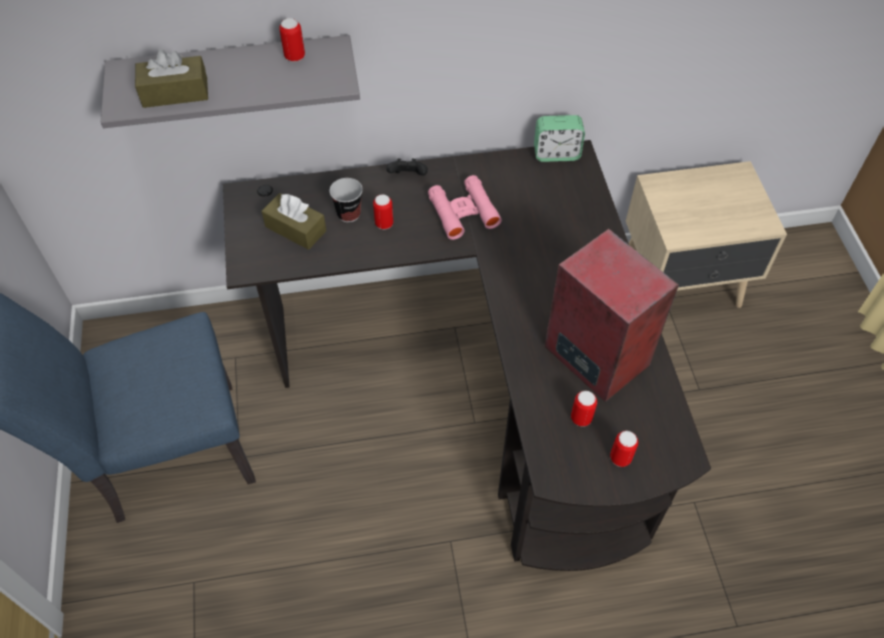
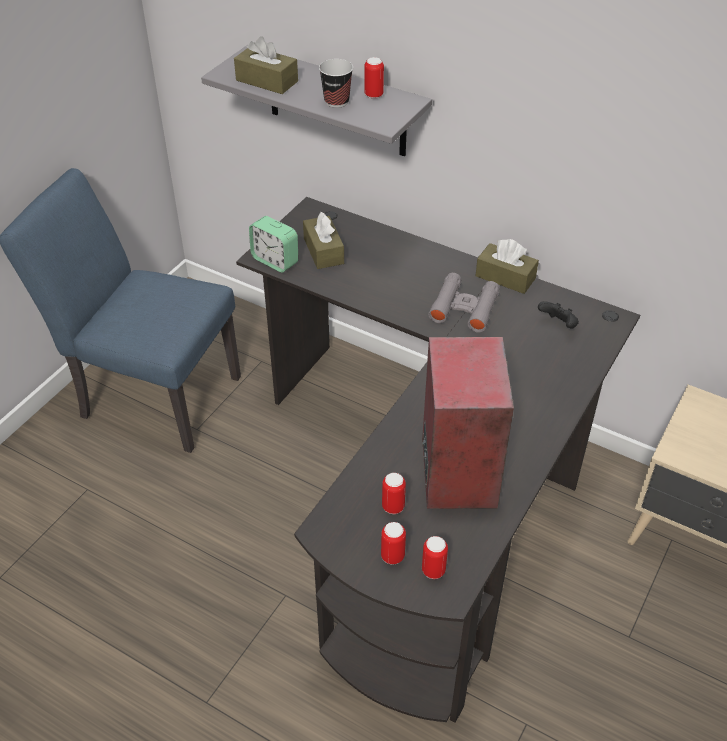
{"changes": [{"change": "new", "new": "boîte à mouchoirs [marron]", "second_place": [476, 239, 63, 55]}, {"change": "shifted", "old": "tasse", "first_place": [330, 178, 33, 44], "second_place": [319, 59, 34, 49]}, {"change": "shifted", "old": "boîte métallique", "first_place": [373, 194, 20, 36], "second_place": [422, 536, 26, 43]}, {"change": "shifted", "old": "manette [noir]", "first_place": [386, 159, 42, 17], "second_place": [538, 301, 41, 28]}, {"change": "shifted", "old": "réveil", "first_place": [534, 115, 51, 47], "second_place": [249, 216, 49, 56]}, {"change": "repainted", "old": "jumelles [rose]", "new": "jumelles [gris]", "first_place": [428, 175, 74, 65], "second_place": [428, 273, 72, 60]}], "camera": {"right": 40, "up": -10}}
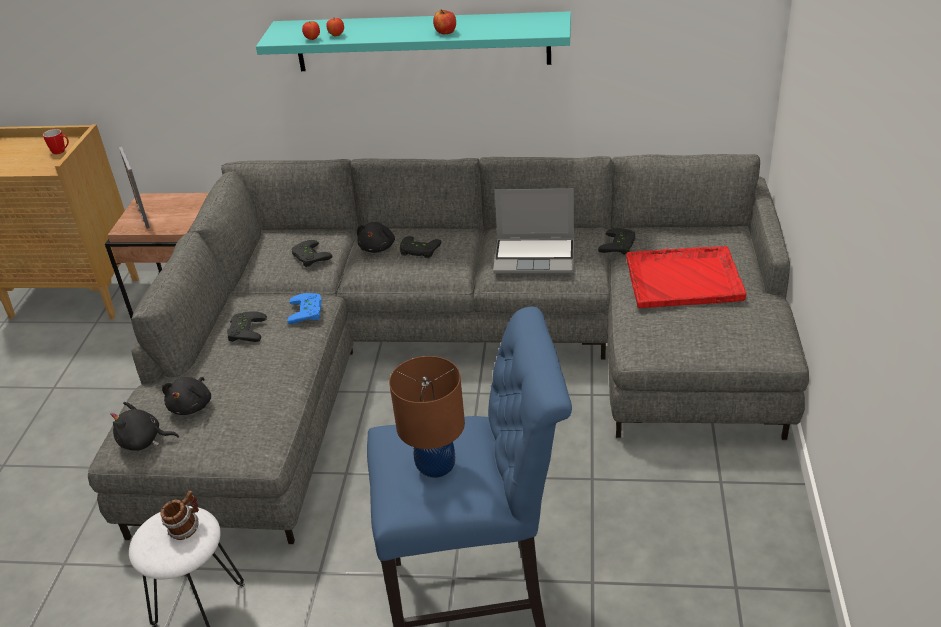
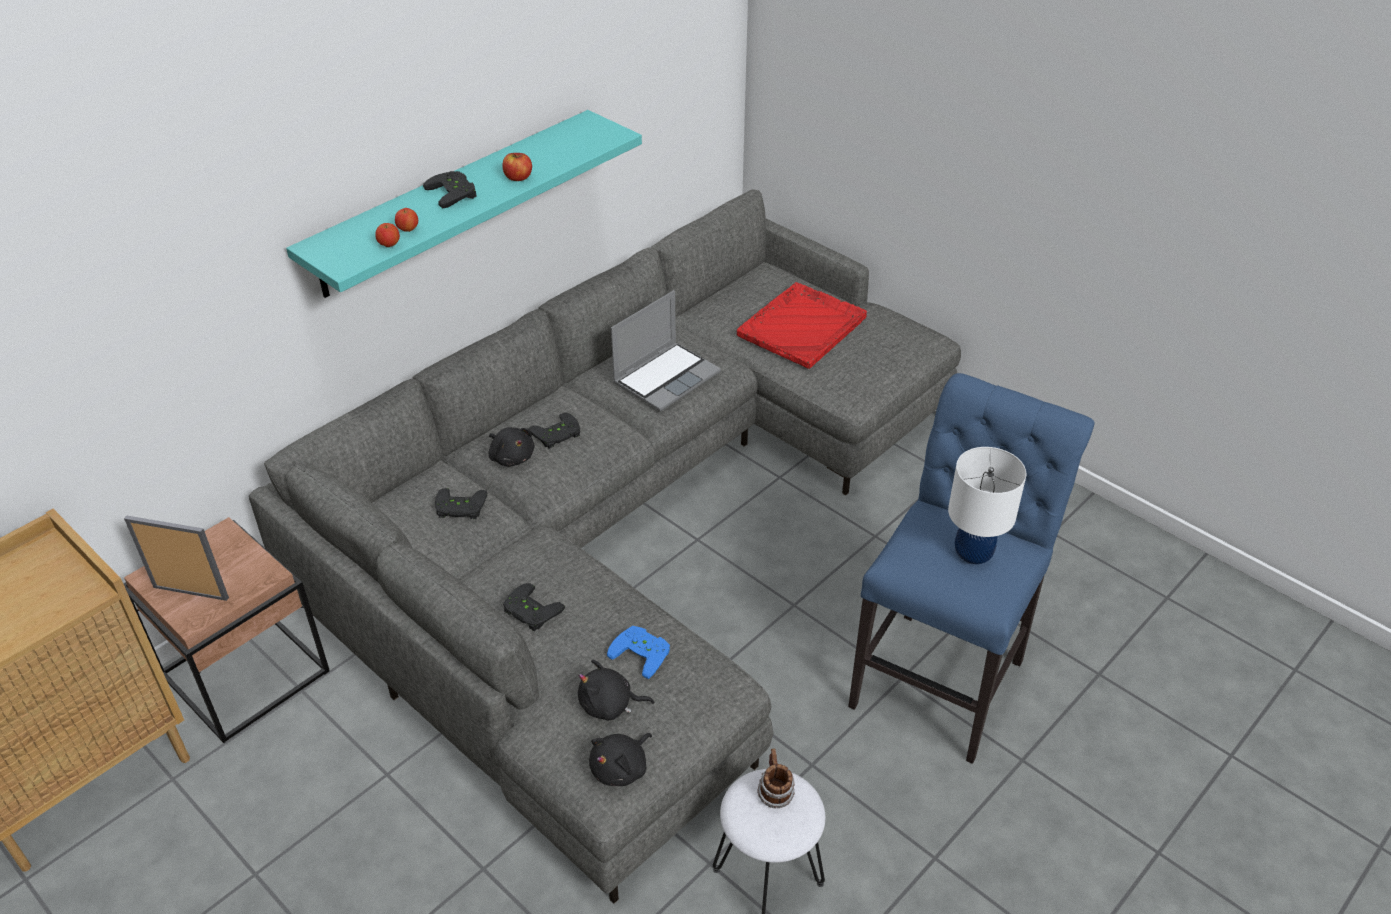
{"changes": [{"change": "gone", "old": "mug", "first_place": [43, 129, 26, 25]}, {"change": "shifted", "old": "manette [bleu]", "first_place": [287, 293, 35, 31], "second_place": [607, 626, 63, 53]}, {"change": "shifted", "old": "manette [noir]", "first_place": [598, 228, 37, 27], "second_place": [423, 171, 53, 37]}, {"change": "repainted", "old": "lampe de table [marron]", "new": "lampe de table [blanc]", "first_place": [389, 356, 76, 122], "second_place": [948, 447, 78, 117]}, {"change": "rotated", "old": "peluche [noir]", "first_place": [162, 377, 49, 38], "second_place": [578, 660, 76, 60], "degrees": 135}], "camera": {"right": -55, "up": 5}}
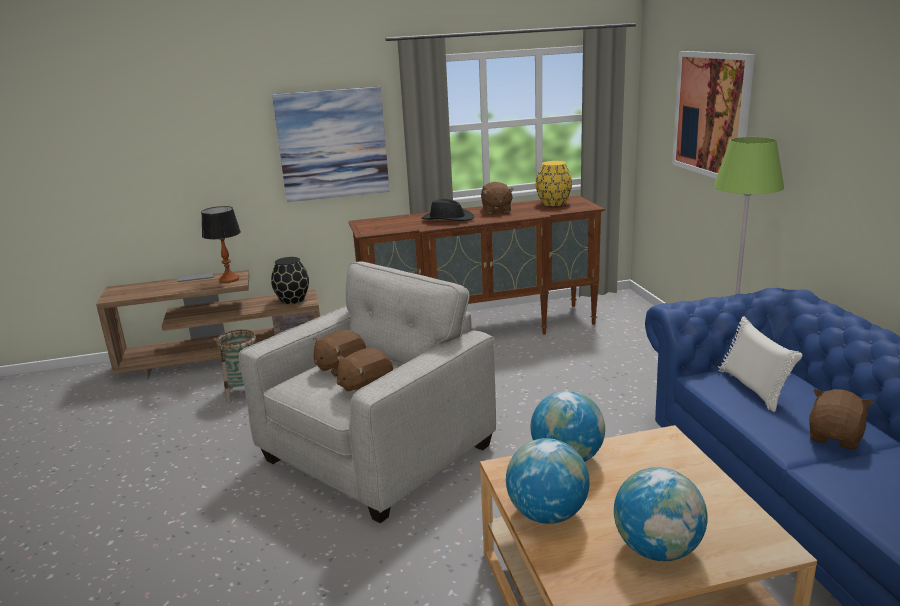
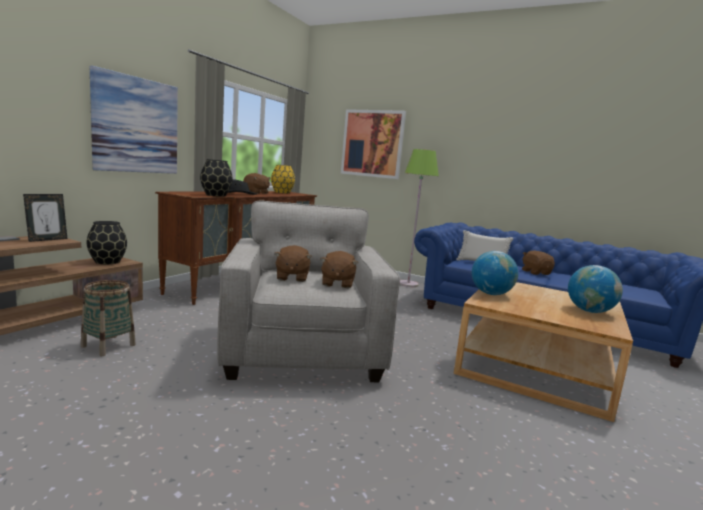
{"changes": [{"change": "gone", "old": "globe", "first_place": [506, 438, 84, 86]}, {"change": "new", "new": "vase [noir]", "second_place": [200, 159, 33, 38]}, {"change": "swapped", "old": "lampe de table", "new": "cadre photo", "first_place": [201, 206, 40, 77], "second_place": [23, 194, 44, 48]}], "camera": {"right": -50, "up": -10}}
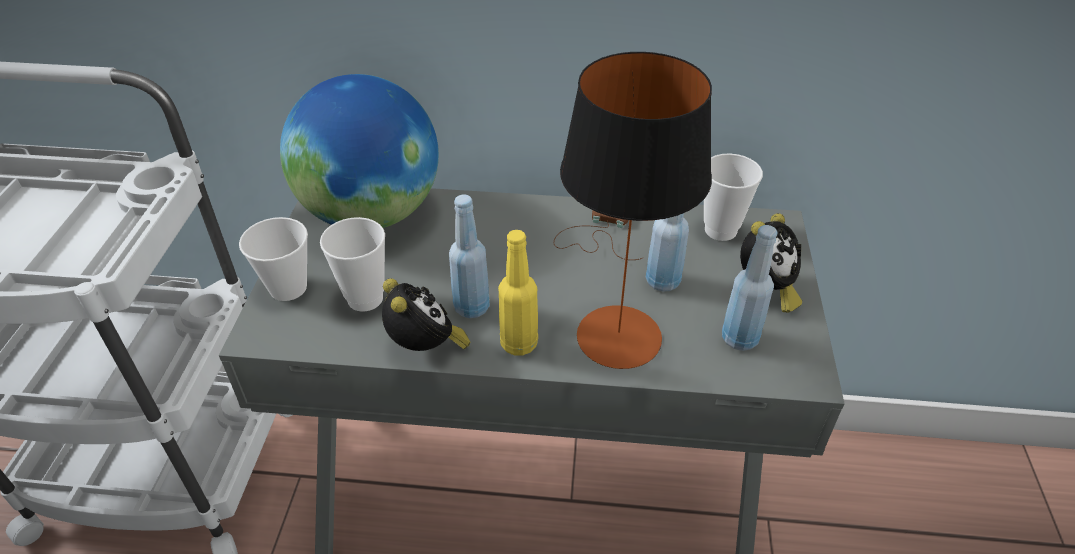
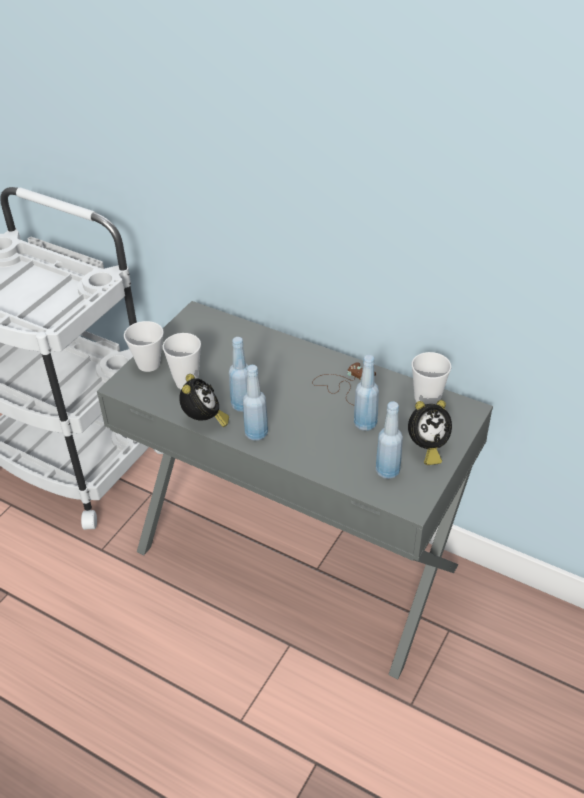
{"changes": [{"change": "gone", "old": "globe", "first_place": [280, 74, 159, 154]}, {"change": "gone", "old": "lampe de table", "first_place": [560, 52, 152, 317]}, {"change": "repainted", "old": "bouteille [jaune]", "new": "bouteille [bleu]", "first_place": [498, 230, 40, 126], "second_place": [243, 365, 25, 76]}], "camera": {"right": 25, "up": 0}}
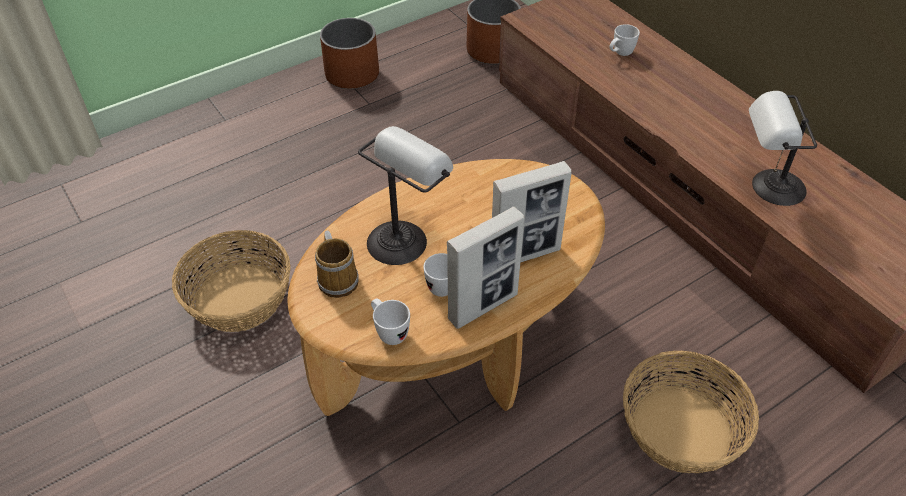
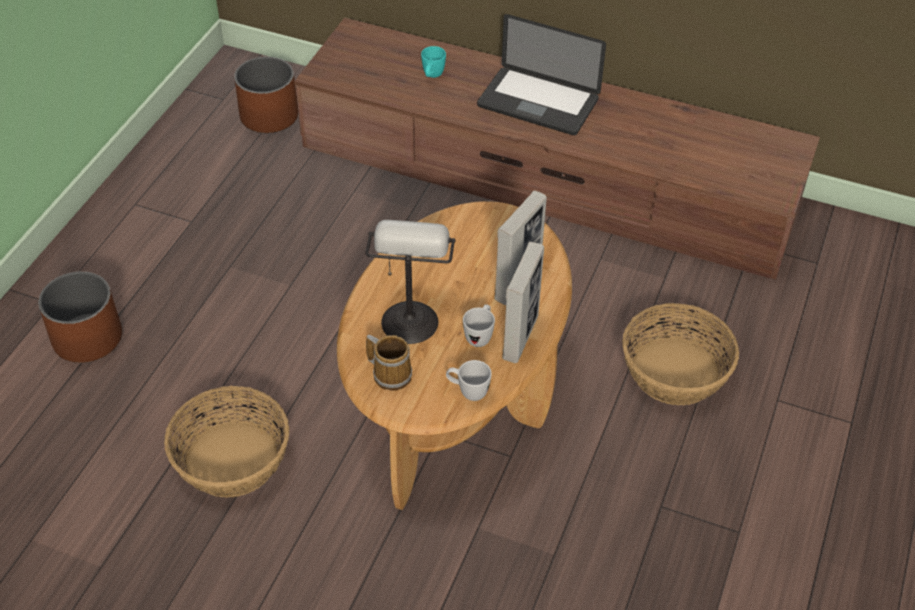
{"changes": [{"change": "gone", "old": "lampe de table", "first_place": [749, 91, 68, 115]}, {"change": "new", "new": "ordinateur portable", "second_place": [477, 14, 129, 121]}, {"change": "shifted", "old": "cache-pot [marron]", "first_place": [320, 18, 59, 71], "second_place": [38, 272, 84, 91]}, {"change": "repainted", "old": "mug [blanc]", "new": "mug [turquoise]", "first_place": [609, 24, 31, 32], "second_place": [421, 46, 25, 32]}], "camera": {"right": -35, "up": 0}}
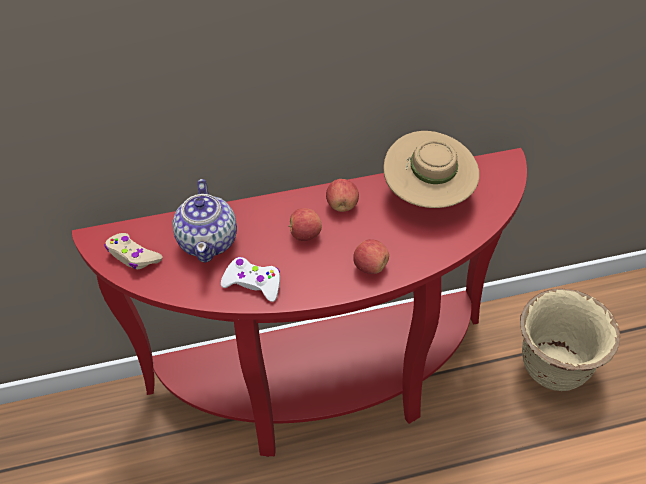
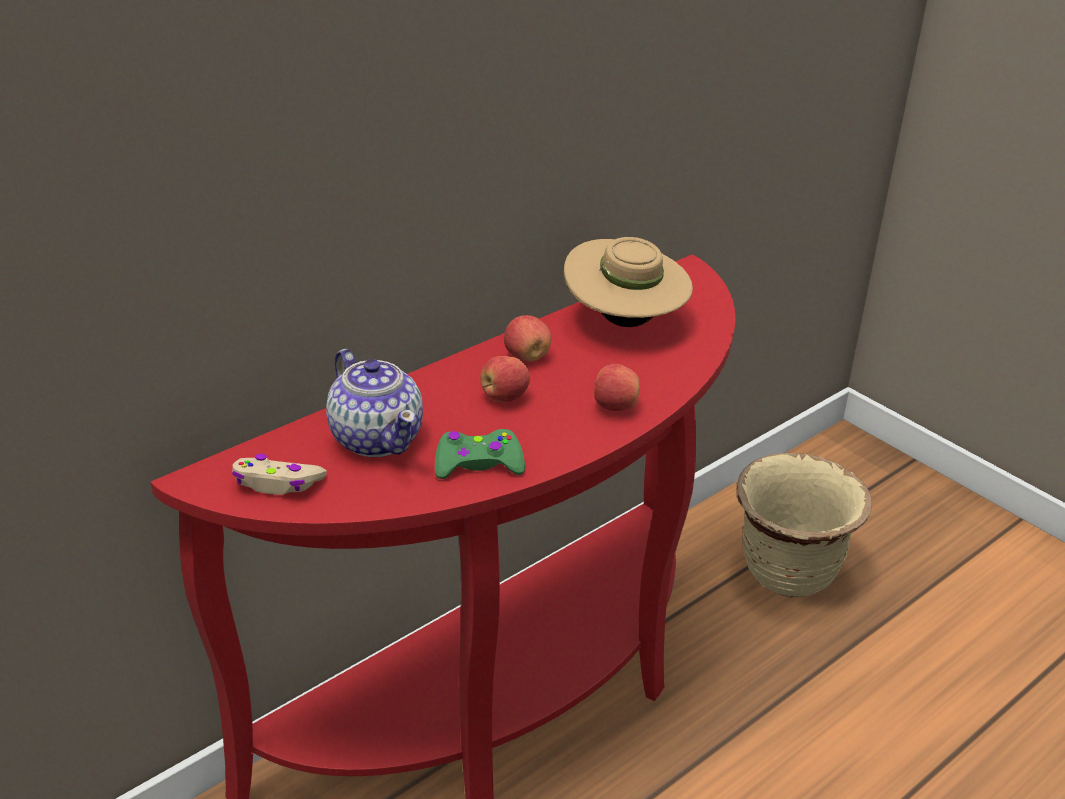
{"changes": [{"change": "repainted", "old": "manette [blanc]", "new": "manette [vert]", "first_place": [221, 257, 59, 45], "second_place": [435, 429, 90, 50]}], "camera": {"right": -30, "up": -15}}
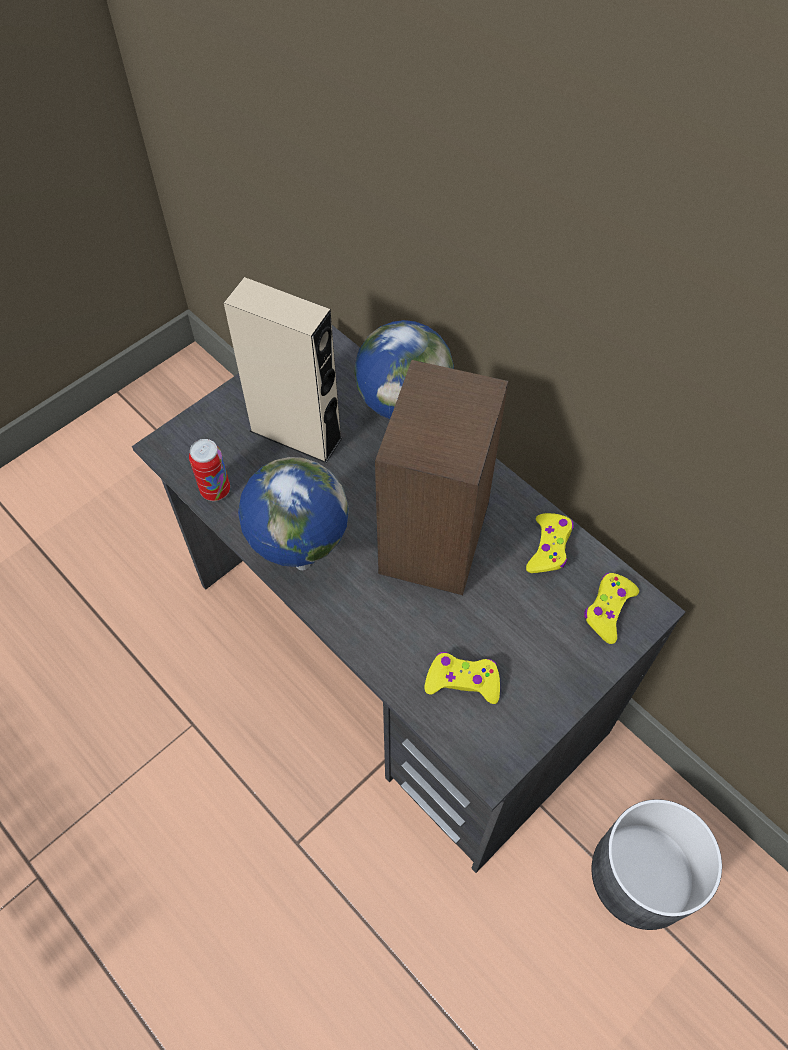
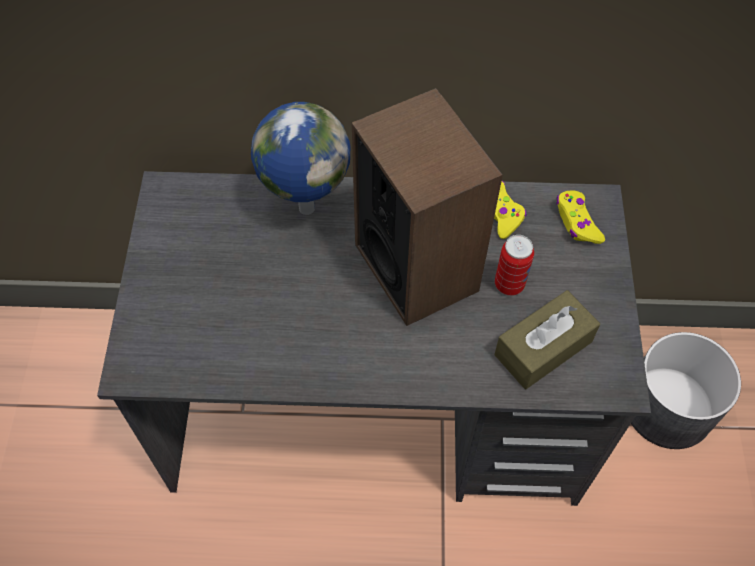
{"changes": [{"change": "gone", "old": "enceinte [beige]", "first_place": [224, 277, 119, 186]}, {"change": "gone", "old": "globe", "first_place": [238, 457, 111, 113]}, {"change": "shifted", "old": "boîte métallique", "first_place": [189, 439, 41, 62], "second_place": [495, 235, 39, 61]}, {"change": "swapped", "old": "manette [jaune]", "new": "boîte à mouchoirs [marron]", "first_place": [425, 652, 75, 52], "second_place": [494, 290, 106, 99]}], "camera": {"right": -45, "up": 0}}
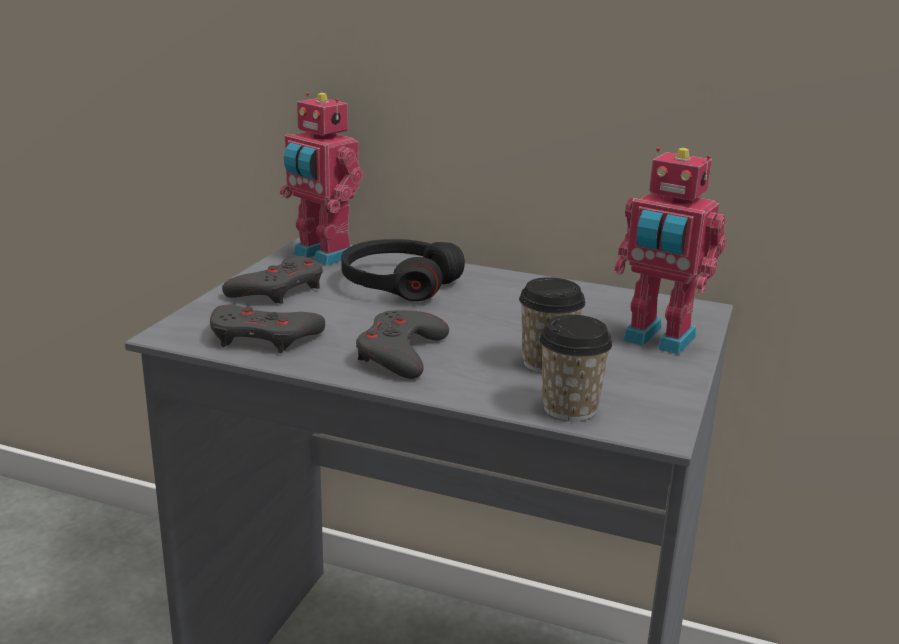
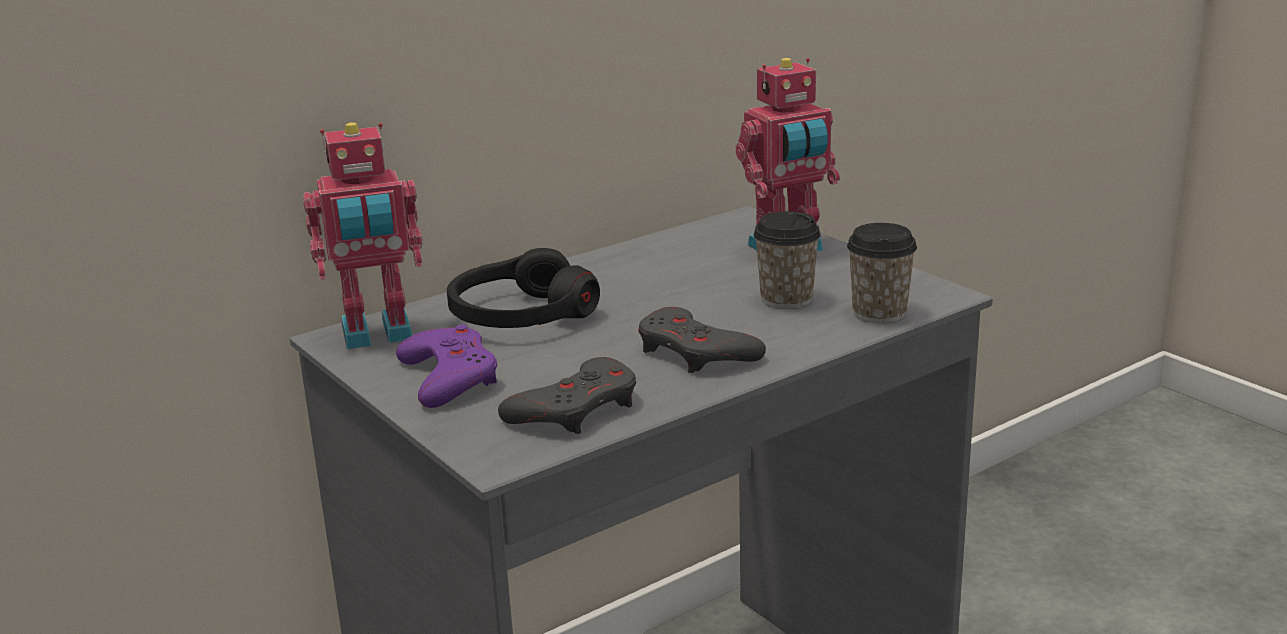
{"changes": [{"change": "repainted", "old": "manette [gris]", "new": "manette [violet]", "first_place": [222, 256, 101, 48], "second_place": [396, 325, 101, 83]}], "camera": {"right": -55, "up": 0}}
